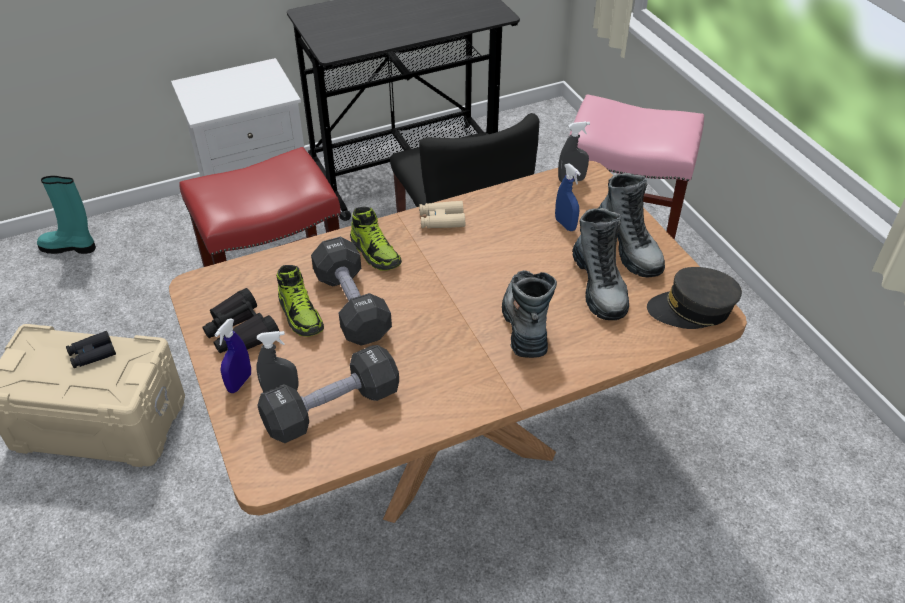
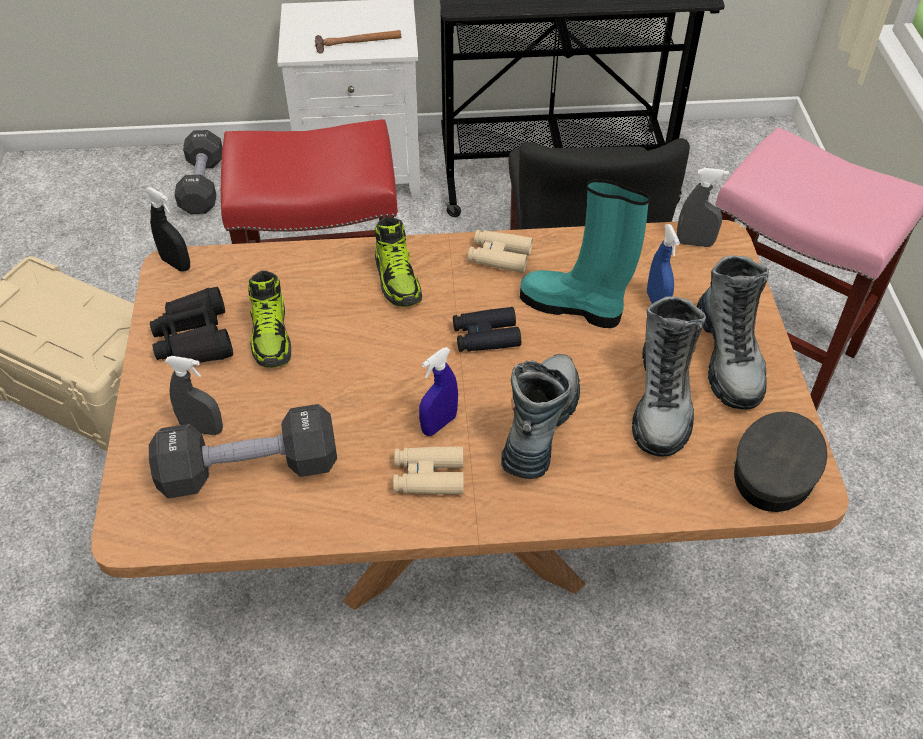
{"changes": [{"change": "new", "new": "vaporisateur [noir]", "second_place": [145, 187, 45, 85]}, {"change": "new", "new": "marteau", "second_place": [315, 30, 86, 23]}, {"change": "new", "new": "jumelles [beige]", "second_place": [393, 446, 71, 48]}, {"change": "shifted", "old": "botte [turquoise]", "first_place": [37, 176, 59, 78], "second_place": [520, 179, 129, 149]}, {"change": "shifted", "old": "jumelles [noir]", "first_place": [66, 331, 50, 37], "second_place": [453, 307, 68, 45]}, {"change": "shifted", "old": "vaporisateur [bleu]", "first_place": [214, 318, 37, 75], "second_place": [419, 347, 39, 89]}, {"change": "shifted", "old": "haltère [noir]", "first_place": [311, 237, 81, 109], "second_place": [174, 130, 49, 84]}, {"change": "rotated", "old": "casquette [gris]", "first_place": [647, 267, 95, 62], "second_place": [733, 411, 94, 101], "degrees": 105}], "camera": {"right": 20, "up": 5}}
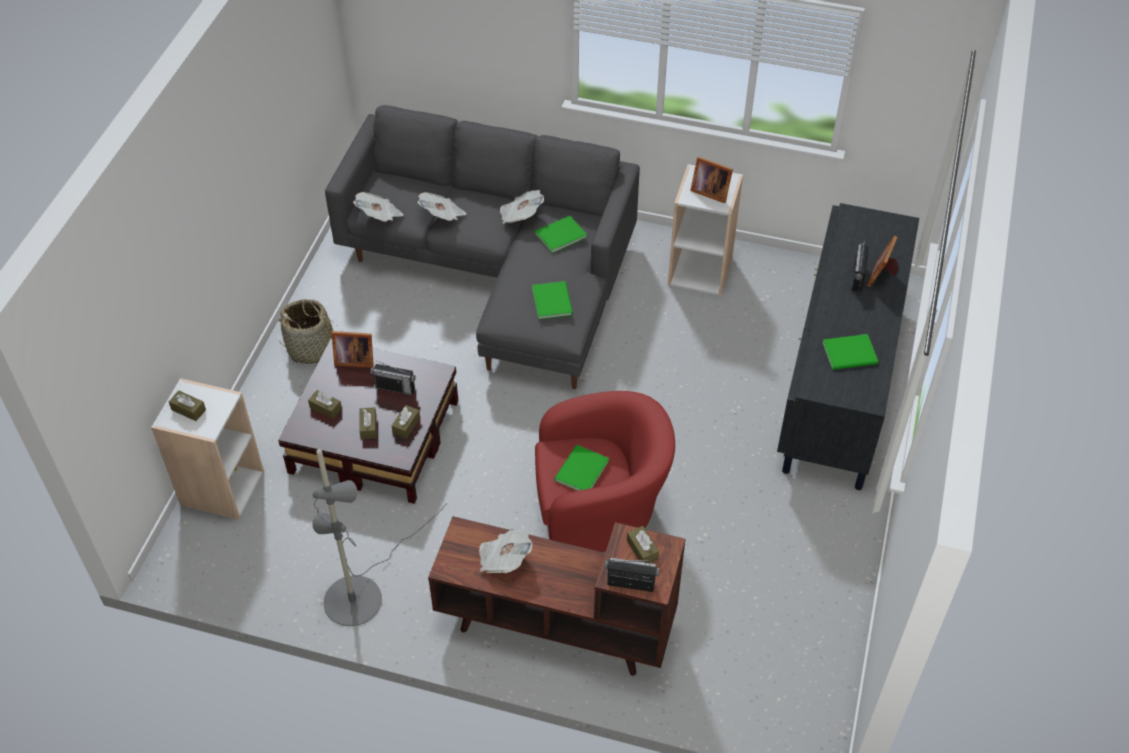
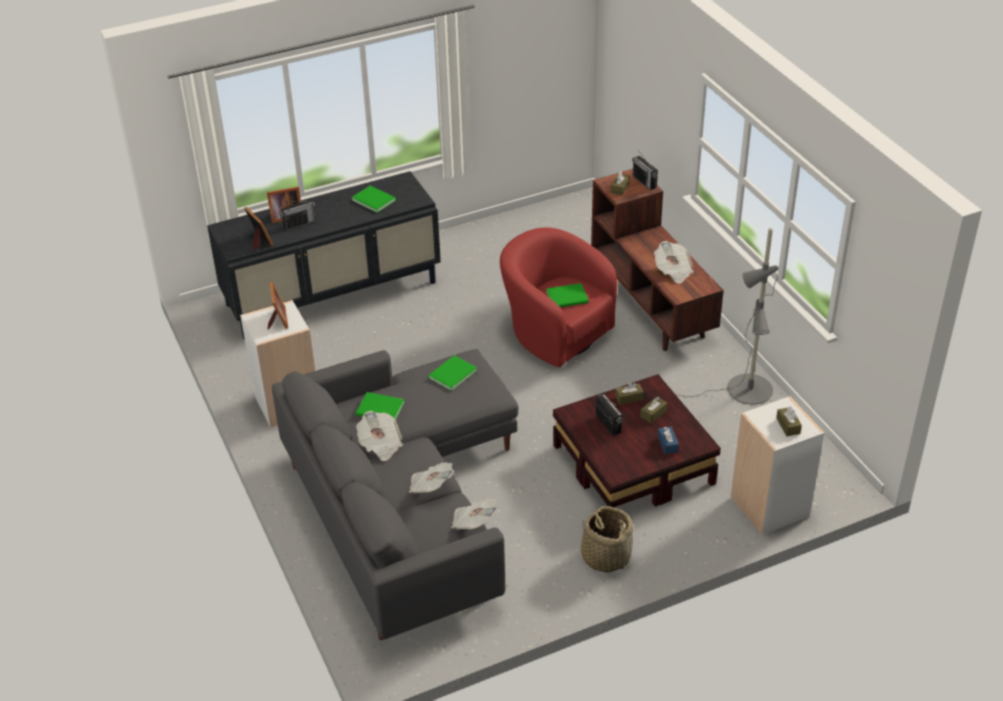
{"changes": [{"change": "shifted", "old": "cadre photo", "first_place": [331, 331, 43, 37], "second_place": [244, 207, 29, 44]}, {"change": "repainted", "old": "boîte à mouchoirs [marron]", "new": "boîte à mouchoirs [bleu]", "first_place": [308, 390, 34, 29], "second_place": [658, 426, 21, 28]}], "camera": {"right": -130, "up": -10}}
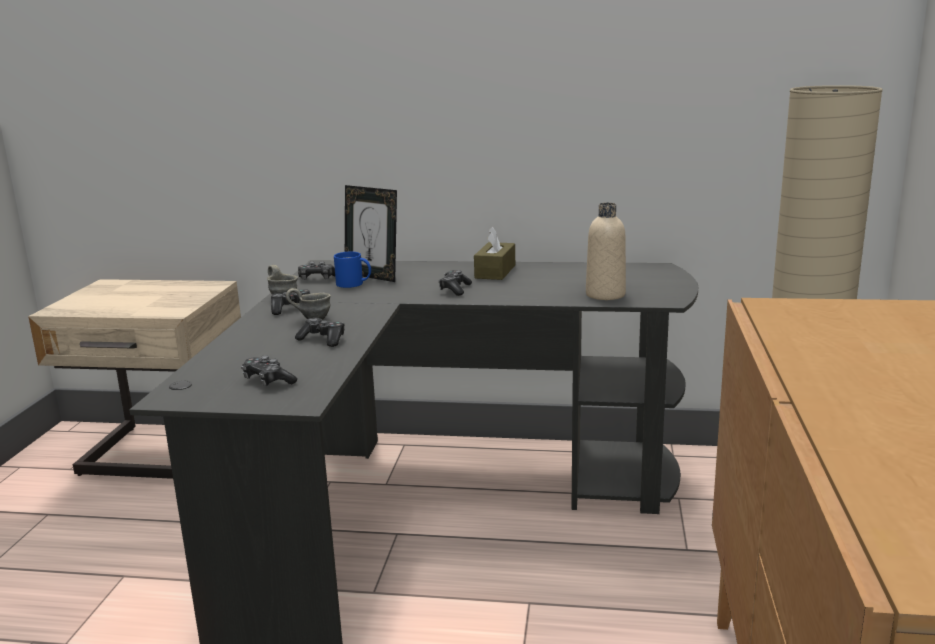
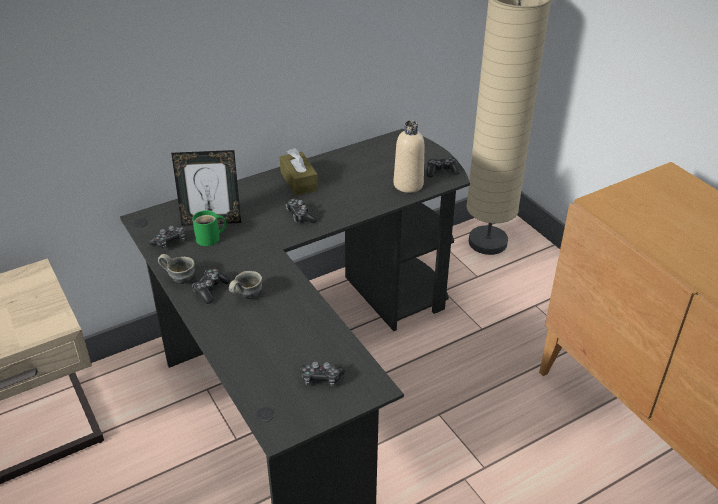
{"changes": [{"change": "shifted", "old": "manette", "first_place": [295, 318, 50, 29], "second_place": [427, 157, 33, 21]}, {"change": "repainted", "old": "mug [bleu]", "new": "mug [vert]", "first_place": [334, 252, 37, 36], "second_place": [192, 210, 34, 36]}], "camera": {"right": -40, "up": 20}}
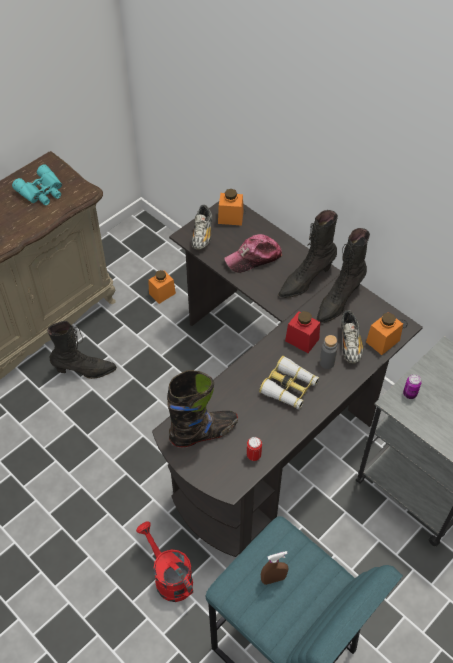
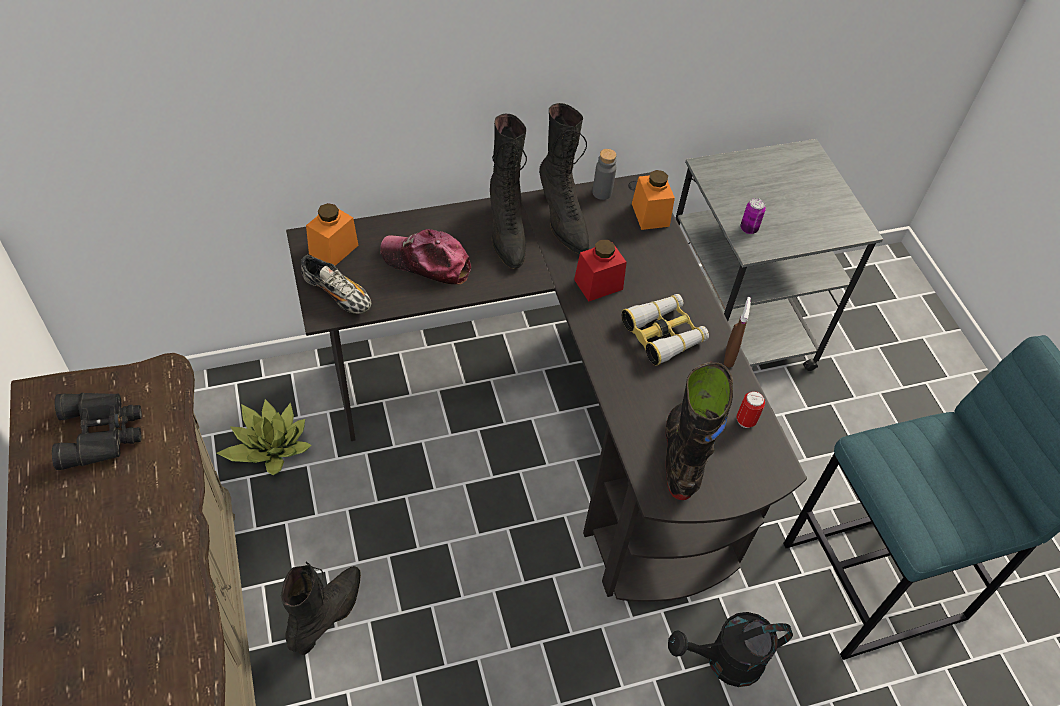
{"changes": [{"change": "gone", "old": "chaussure", "first_place": [341, 310, 22, 54]}, {"change": "shifted", "old": "vaporisateur [marron]", "first_place": [261, 551, 27, 34], "second_place": [724, 297, 27, 71]}, {"change": "shifted", "old": "bouteille [gris]", "first_place": [320, 335, 17, 34], "second_place": [592, 149, 25, 51]}, {"change": "swapped", "old": "bocal [orange]", "new": "plante en pot", "first_place": [148, 270, 28, 34], "second_place": [216, 399, 96, 76]}, {"change": "repainted", "old": "jumelles [turquoise]", "new": "jumelles [noir]", "first_place": [12, 165, 50, 40], "second_place": [52, 393, 90, 77]}, {"change": "repainted", "old": "arrosoir [rouge]", "new": "arrosoir [noir]", "first_place": [136, 521, 57, 81], "second_place": [668, 612, 125, 75]}, {"change": "rotated", "old": "casquette", "first_place": [224, 234, 58, 39], "second_place": [380, 229, 91, 55], "degrees": 105}], "camera": {"right": -65, "up": 0}}
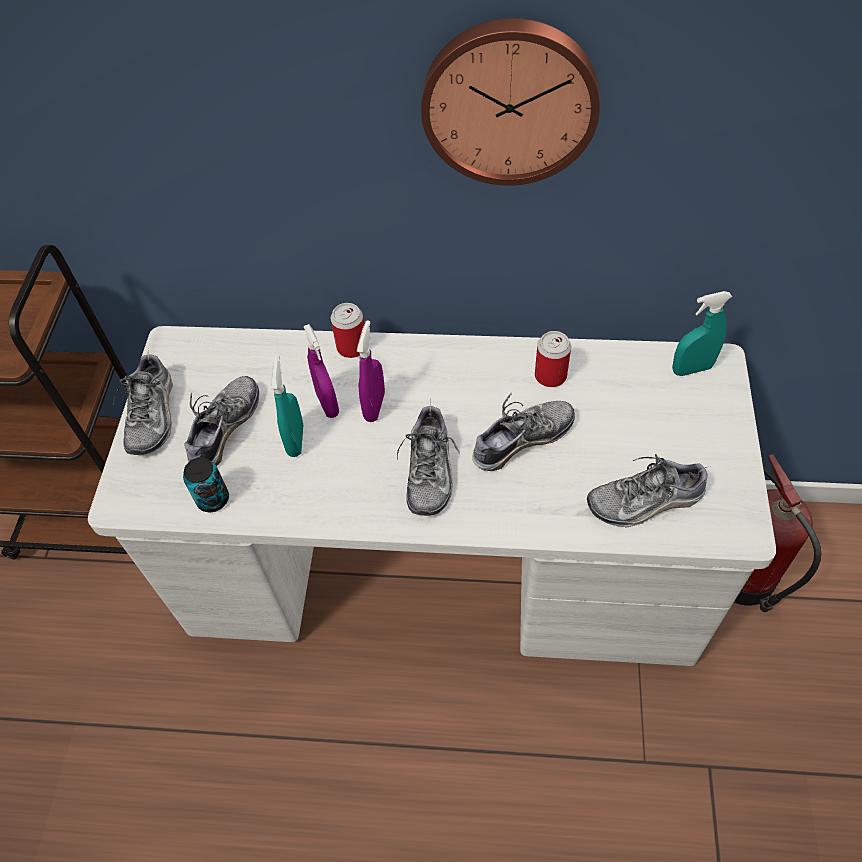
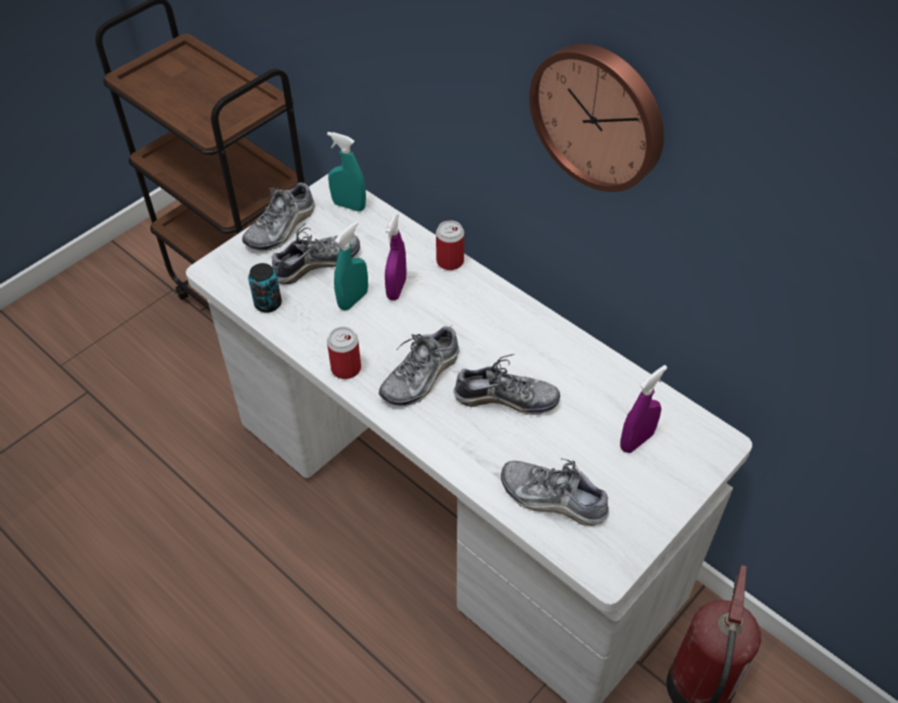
{"changes": [{"change": "shifted", "old": "vaporisateur [violet]", "first_place": [357, 320, 28, 102], "second_place": [620, 365, 47, 88]}, {"change": "shifted", "old": "boîte métallique", "first_place": [535, 331, 36, 56], "second_place": [327, 327, 34, 52]}, {"change": "shifted", "old": "vaporisateur [turquoise]", "first_place": [672, 291, 60, 85], "second_place": [327, 132, 39, 80]}], "camera": {"right": 35, "up": -5}}
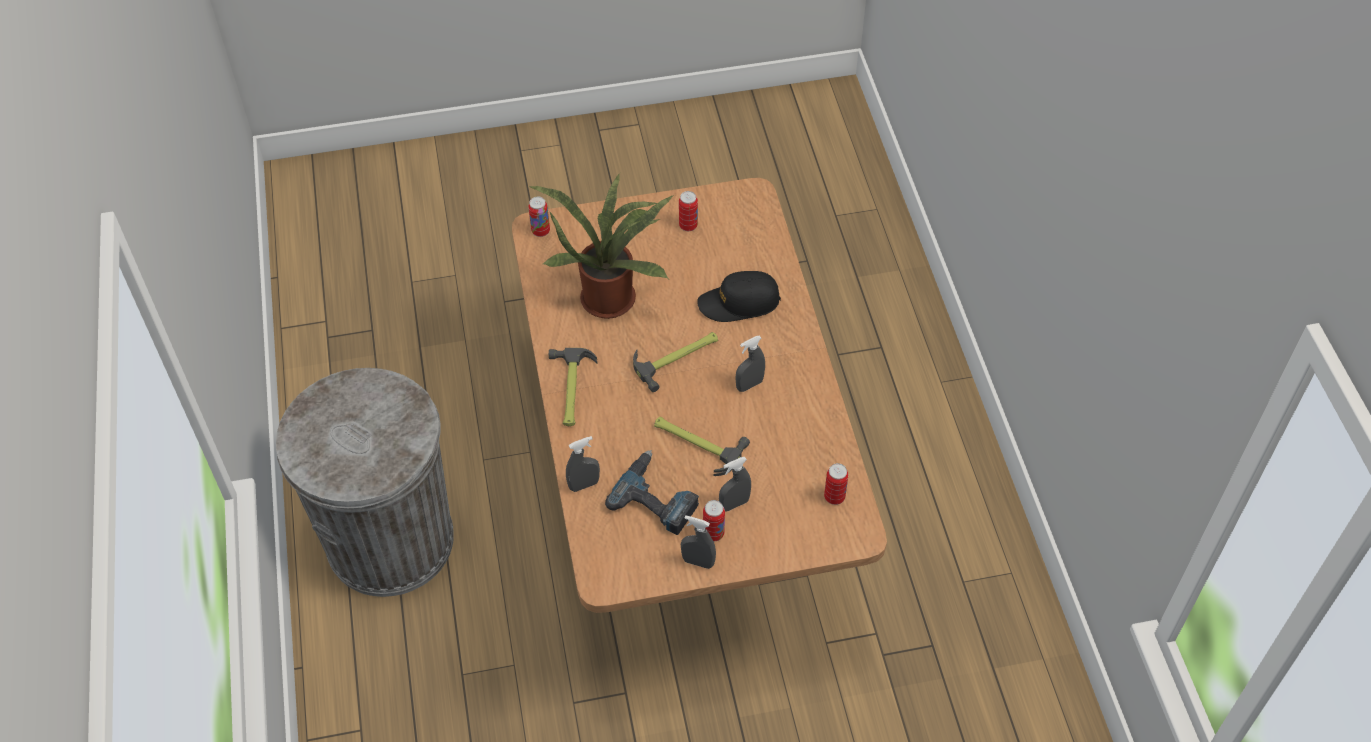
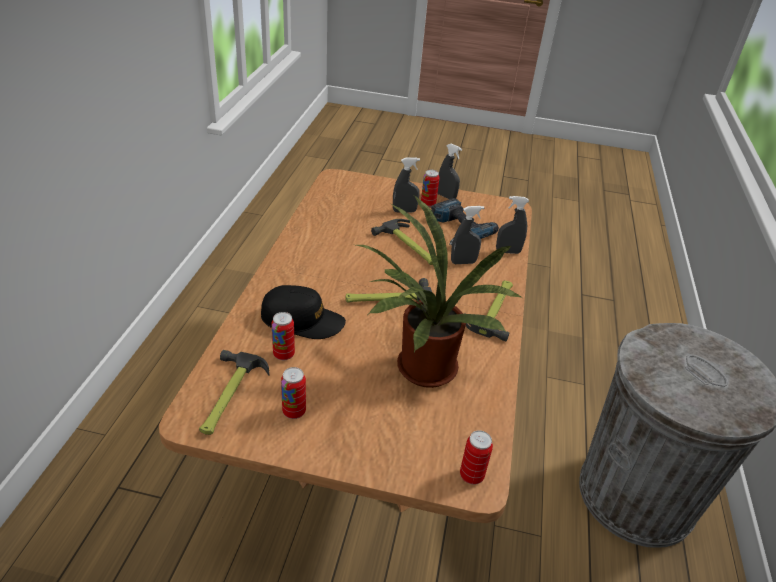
{"changes": [{"change": "new", "new": "marteau", "second_place": [199, 350, 70, 85]}, {"change": "shifted", "old": "vaporisateur [gris]", "first_place": [735, 336, 30, 56], "second_place": [451, 206, 33, 58]}, {"change": "shifted", "old": "boîte métallique", "first_place": [824, 463, 24, 42], "second_place": [272, 312, 23, 49]}], "camera": {"right": -160, "up": -15}}
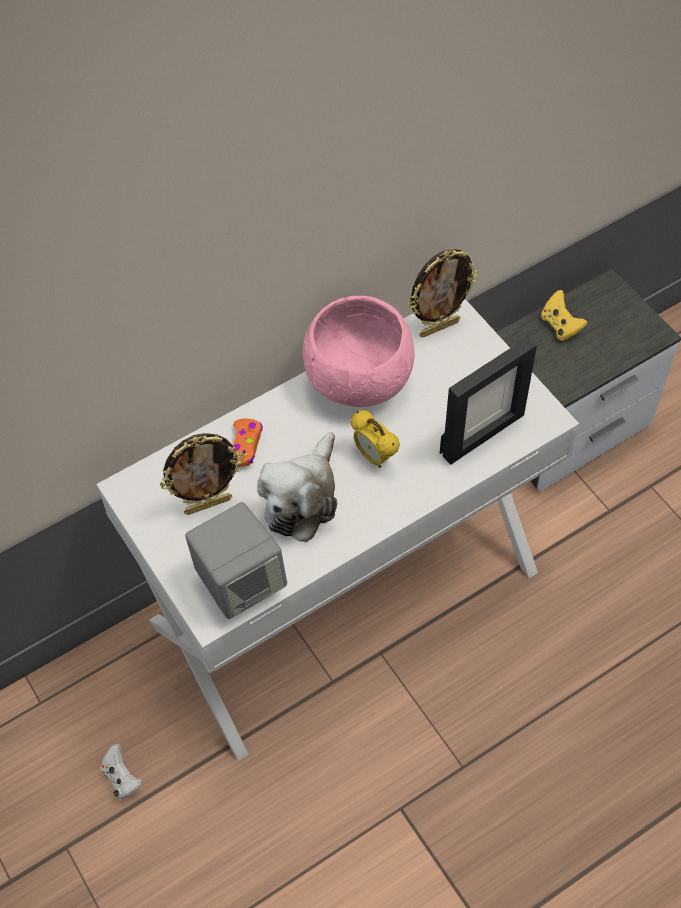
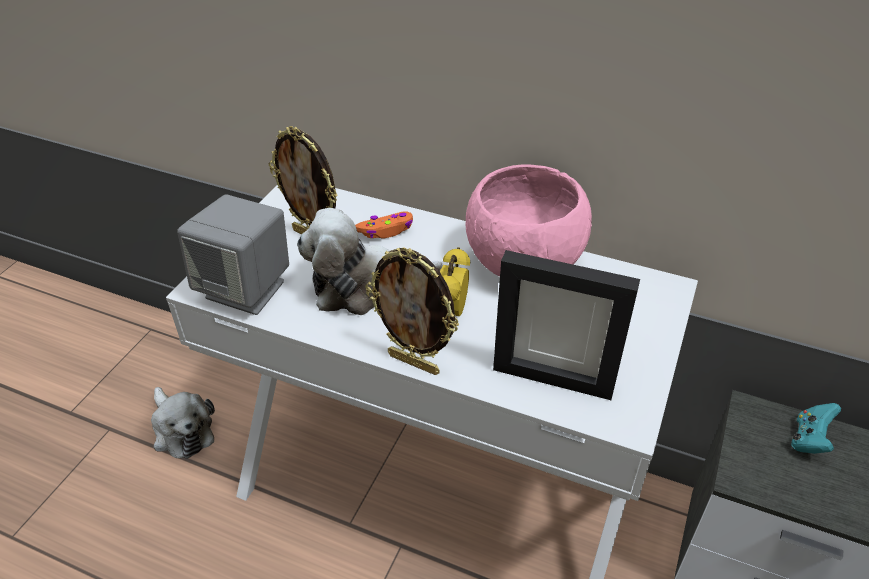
{"changes": [{"change": "shifted", "old": "cadre photo", "first_place": [408, 249, 71, 89], "second_place": [365, 247, 94, 128]}, {"change": "swapped", "old": "manette [blanc]", "new": "peluche", "first_place": [100, 744, 43, 56], "second_place": [151, 387, 64, 72]}, {"change": "repainted", "old": "manette [jaune]", "new": "manette [turquoise]", "first_place": [541, 290, 46, 51], "second_place": [791, 403, 50, 51]}], "camera": {"right": 55, "up": -15}}
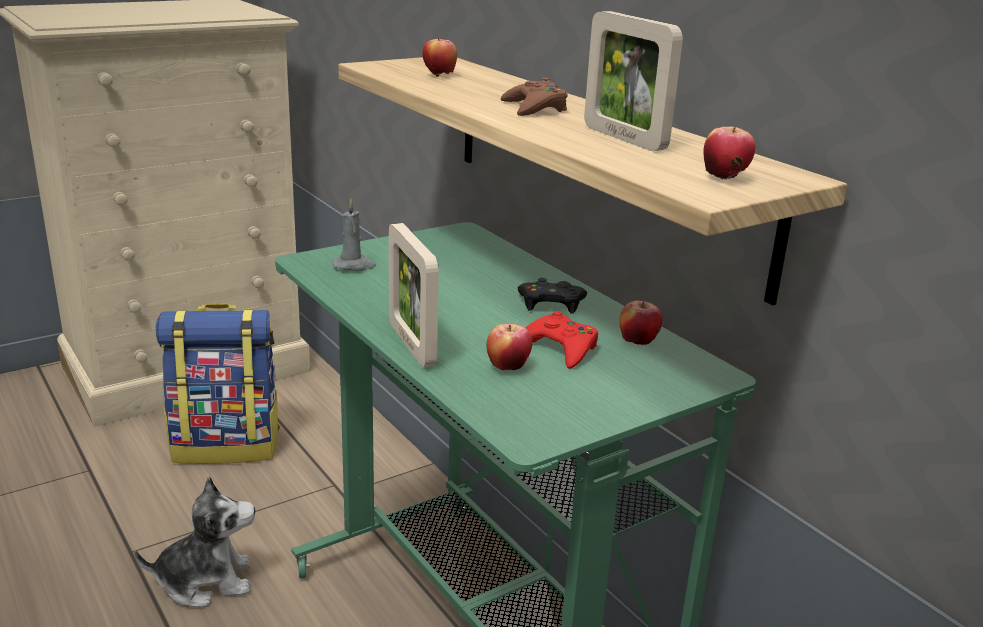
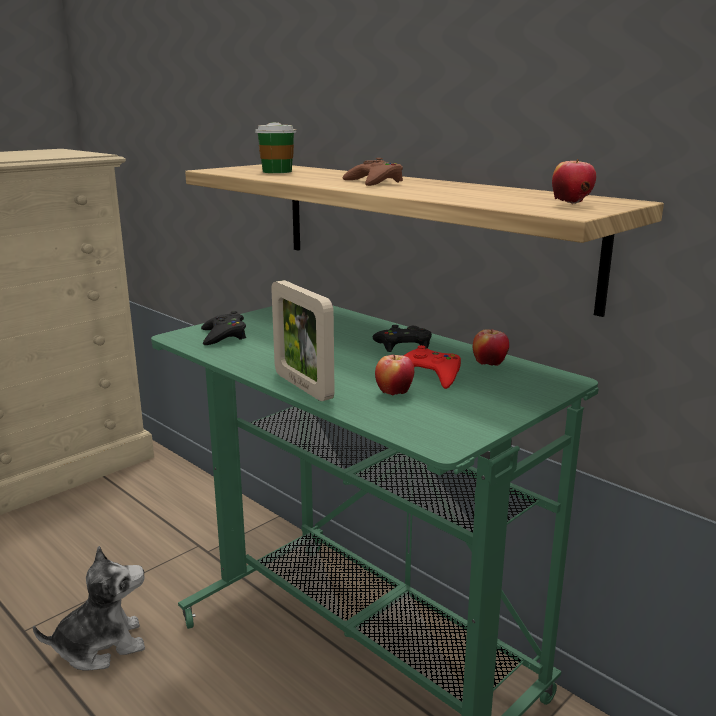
{"changes": [{"change": "gone", "old": "sac à dos", "first_place": [155, 304, 125, 160]}, {"change": "gone", "old": "cadre photo", "first_place": [584, 11, 99, 140]}, {"change": "swapped", "old": "bougie [gris]", "new": "manette [noir]", "first_place": [332, 199, 44, 71], "second_place": [201, 311, 45, 34]}, {"change": "swapped", "old": "pomme", "new": "tasse", "first_place": [422, 38, 35, 38], "second_place": [255, 122, 41, 51]}], "camera": {"right": -10, "up": -5}}
